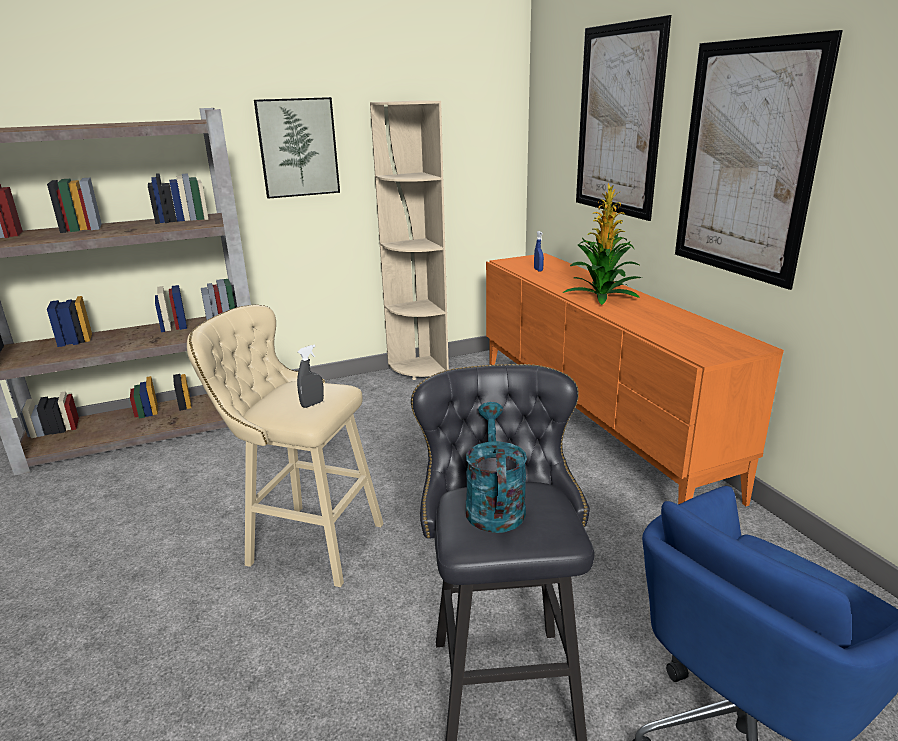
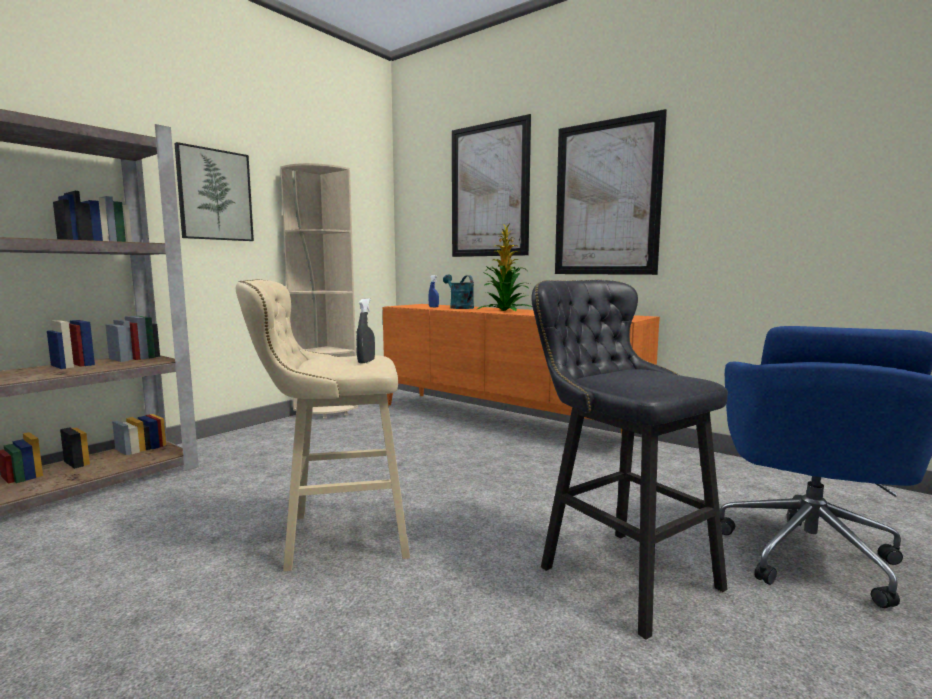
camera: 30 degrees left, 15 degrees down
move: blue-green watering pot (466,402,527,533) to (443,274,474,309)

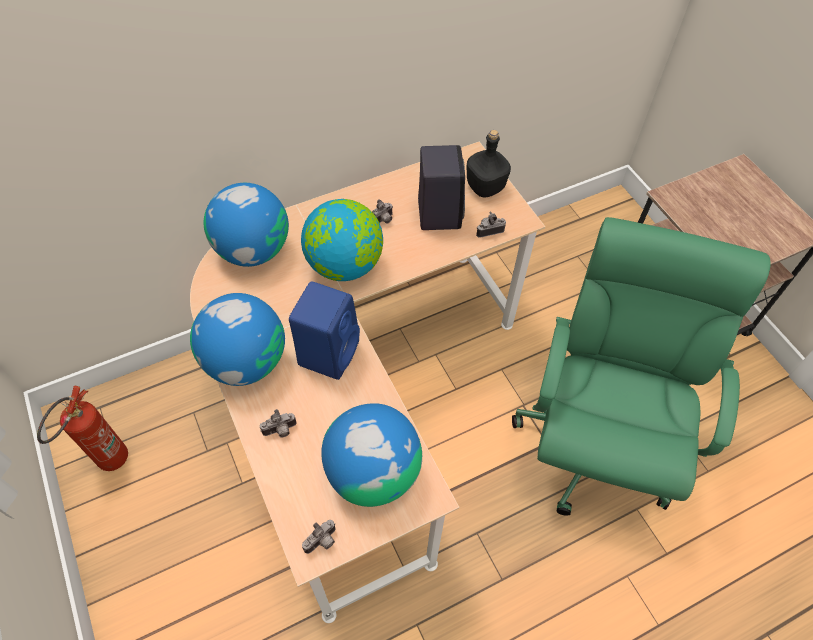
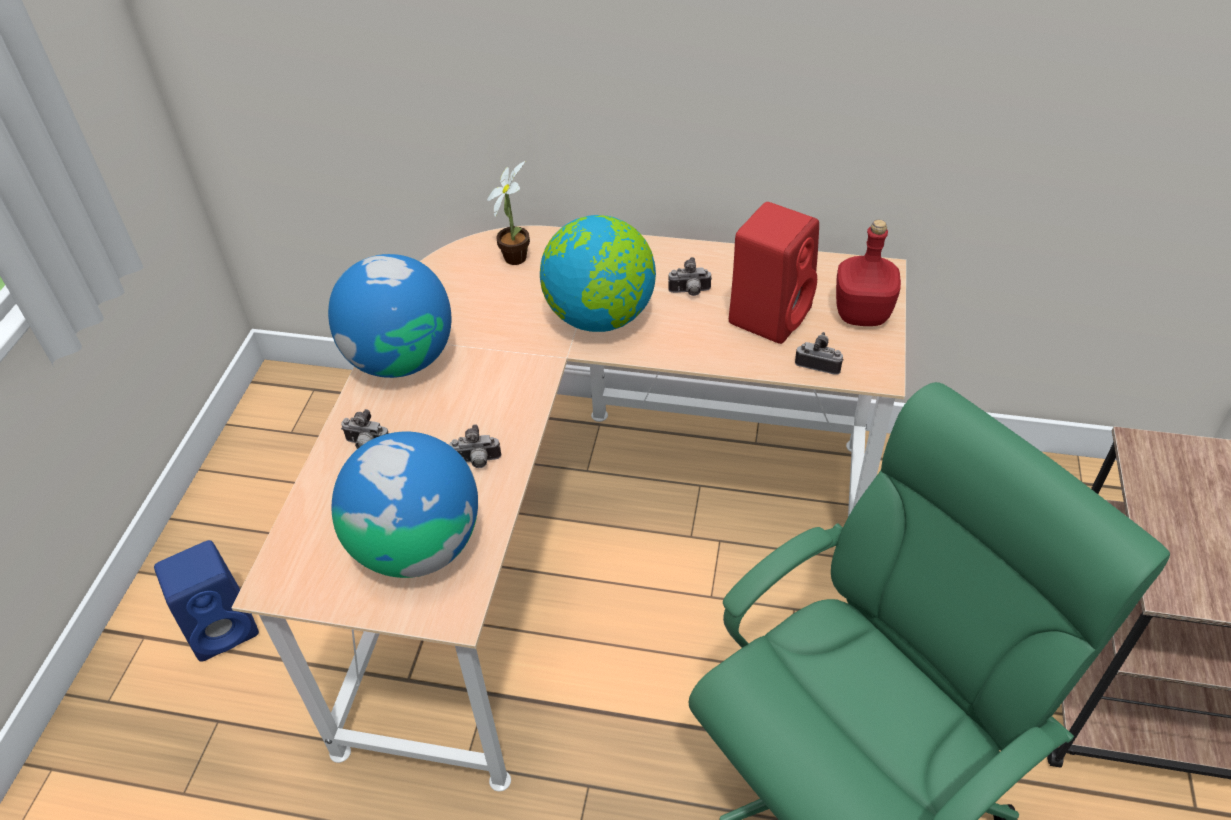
camera: 40 degrees right, 10 degrees down
delete: fire-fighting cylinder (37,386,128,471)
move: blue-coloured speaker (289,281,360,380) to (154,540,259,662); still camera (302,520,335,554) to (449,424,501,468)
replace: world globe (204,183,289,267) to houseplant (487,161,530,265)
recolor: black-coloured speaker (418,145,465,230) to red-coloured speaker (729,202,819,344); black-coloured beverage bottle (466,130,511,198) to red-coloured beverage bottle (836,220,901,326)

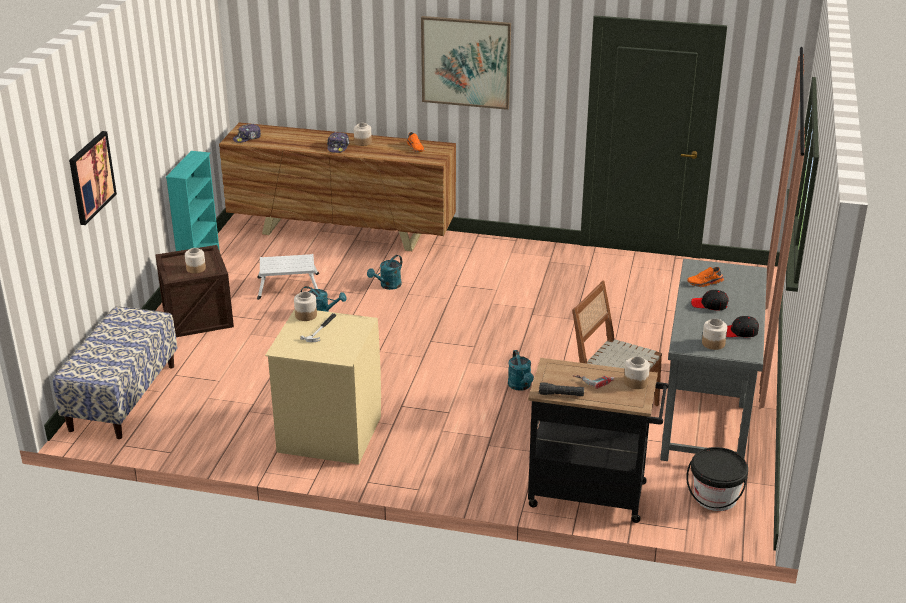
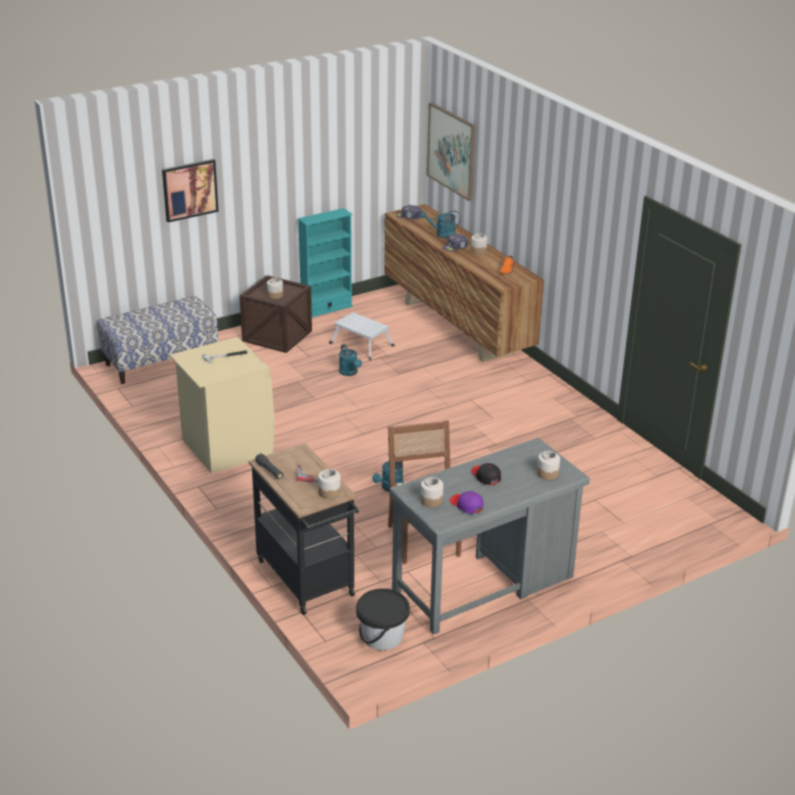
camera: 45 degrees right, 0 degrees up
delete: orangey shoe (687,267,724,287)
move: blue-green watering pot (367,255,402,290) to (420,211,461,238); picture (421,16,511,110) to (427,102,476,201); storage jar (294,292,317,321) to (537,451,560,480)
recolor: black-coloured baseball cap (726,316,759,337) to purple-coloured baseball cap (450,491,483,514)

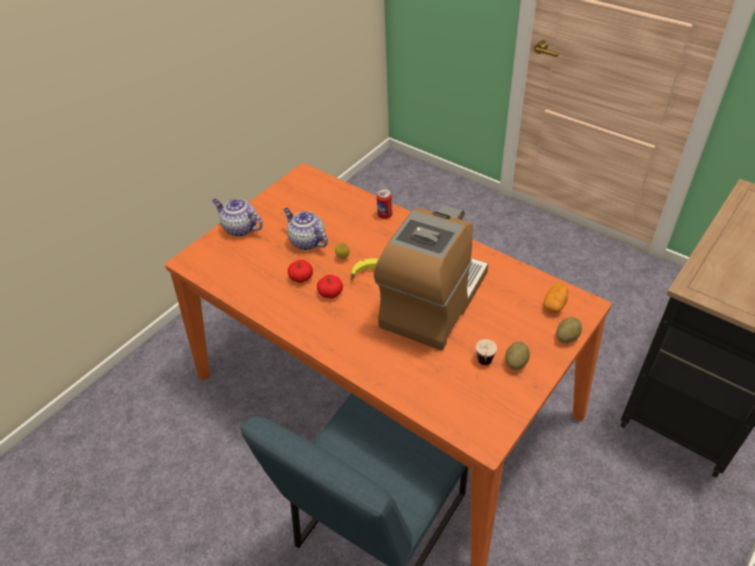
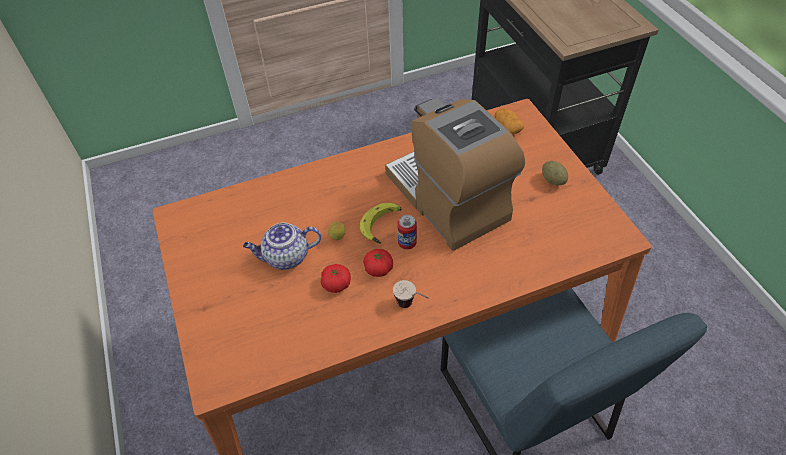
camera: 60 degrees left, 5 degrees up
delete: pot for tea (212,198,263,237); spud (556,317,582,343)
move: cup (476,339,497,365) to (393,280,429,308); metal can (377,189,393,219) to (397,215,417,250)

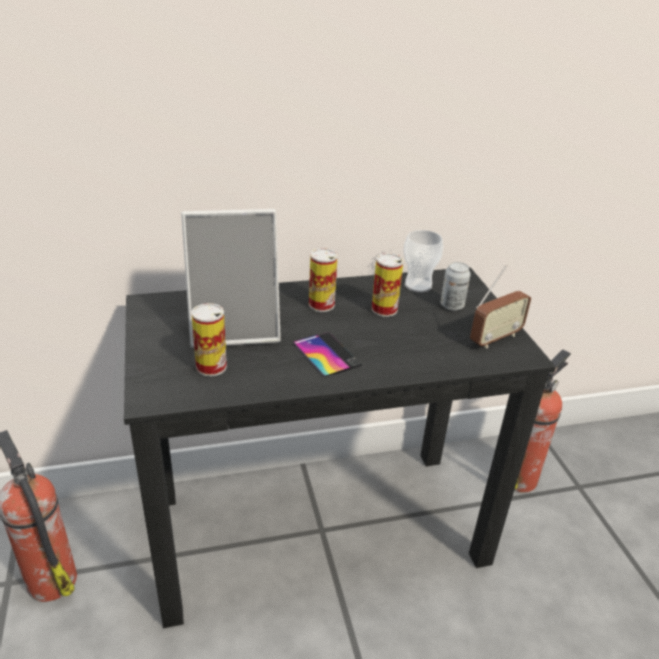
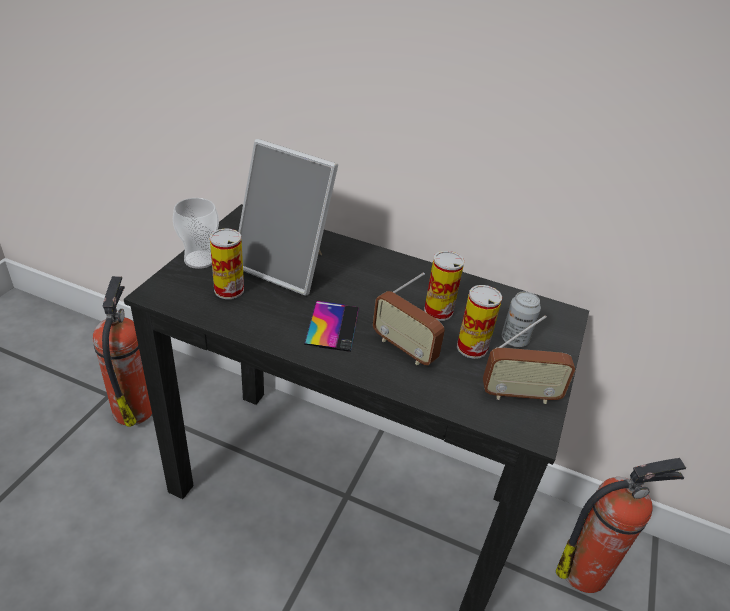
camera: 35 degrees right, 5 degrees up
insert: radio receiver (373,272,445,365)
move: cup (404,230,443,292) to (173,198,219,269); metal can (309,248,338,312) to (457,285,502,359)

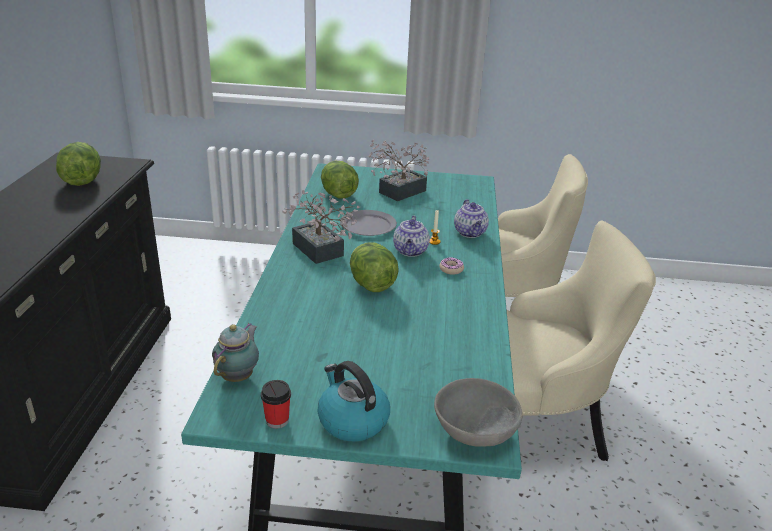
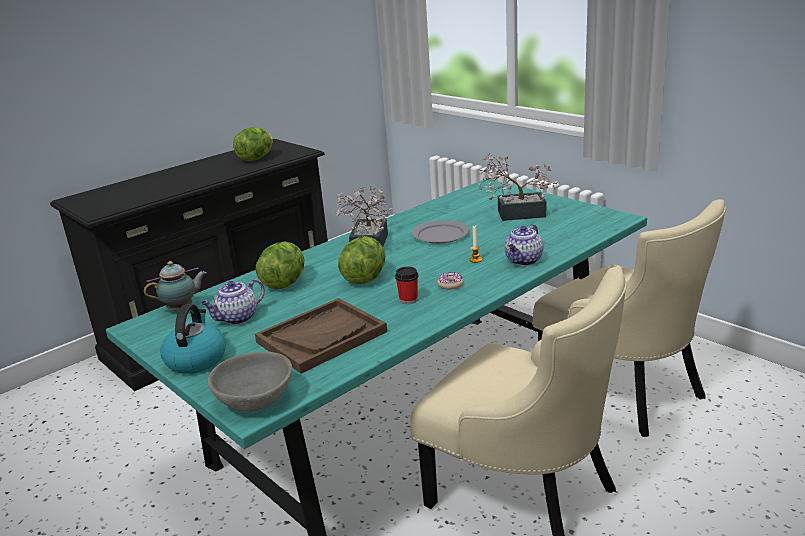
camera: 45 degrees right, 5 degrees down
insert: brown tray (255,298,387,373)
move: pot for tea (393,216,430,257) to (201,279,265,325); head of lettuce (321,161,359,199) to (256,241,304,289); cup (261,380,291,428) to (395,267,418,304)

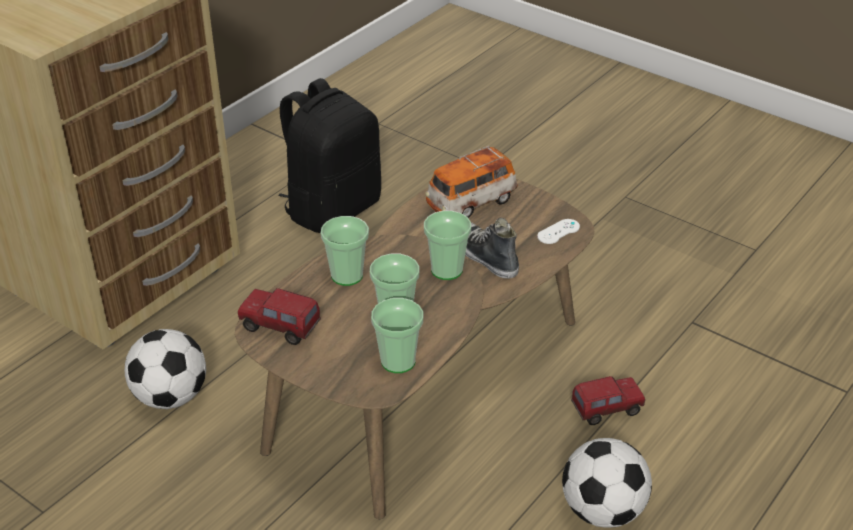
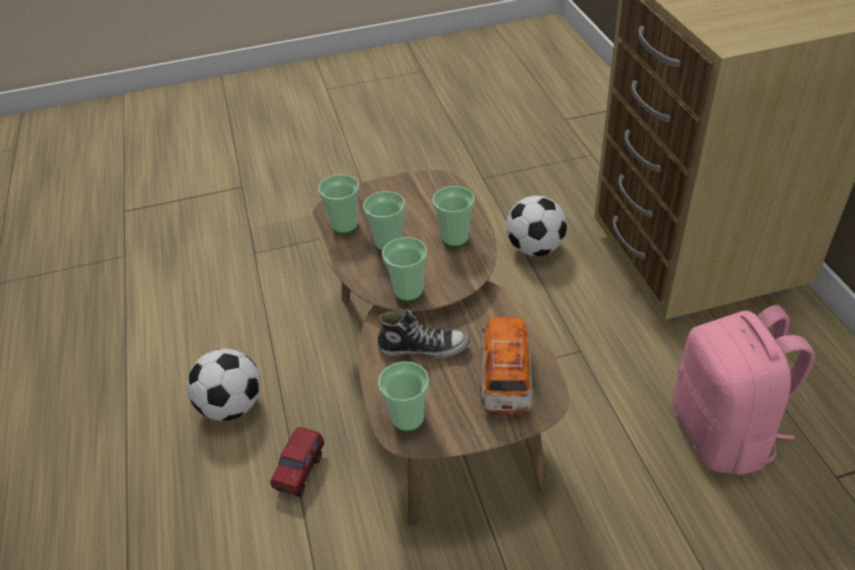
camera: 130 degrees right, 5 degrees up
delete: toy lorry (238,288,321,345)
replace: white gamepad (537,219,580,244) to cup (378,361,429,432)
recolor: black-coloured knapsack (278,78,381,233) to pink knapsack (672,305,815,475)

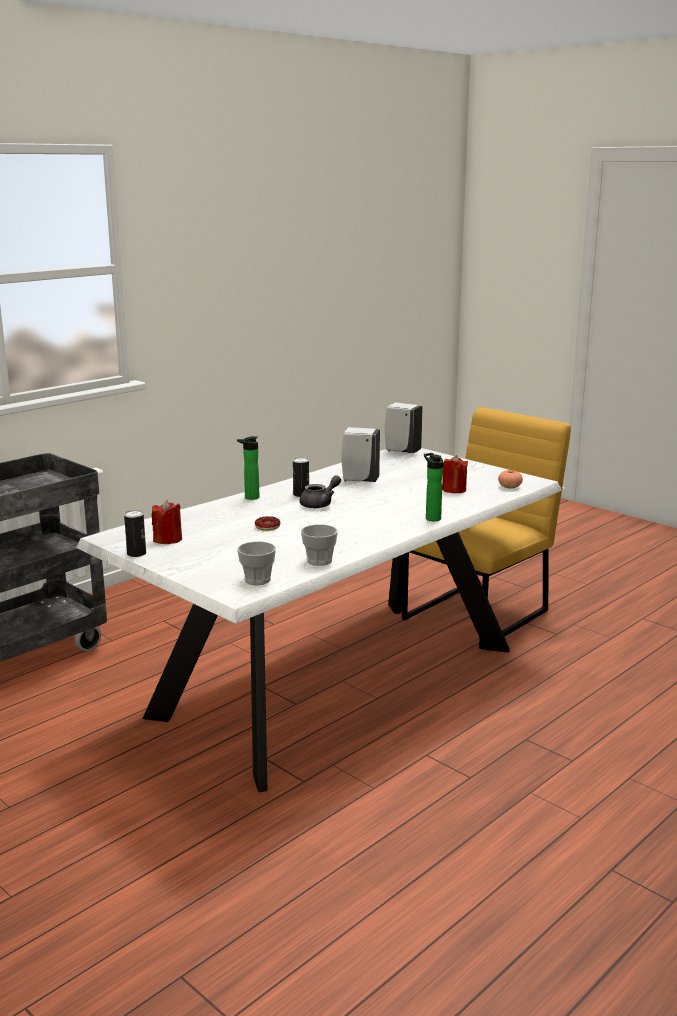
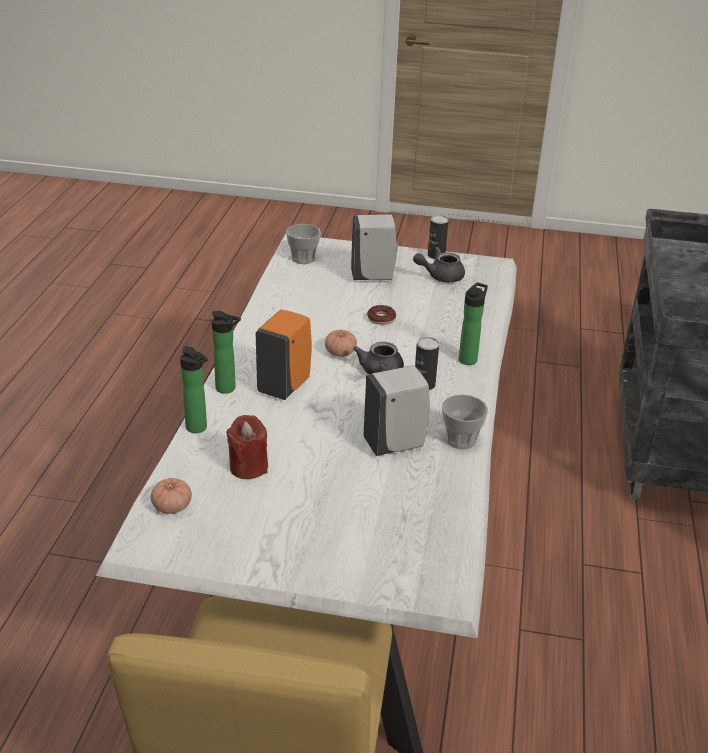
camera: 145 degrees right, 15 degrees up
insert: beverage bottle (180,346,208,433); orangey soap dispenser (256,309,311,400); whole tomato (325,330,357,357)
move: white soap dispenser (385,402,423,453) to (351,214,398,280); cup (301,524,338,566) to (442,395,488,449)
replace: red-coloured wax light (152,500,182,544) to grey pot for tea (413,247,465,283)

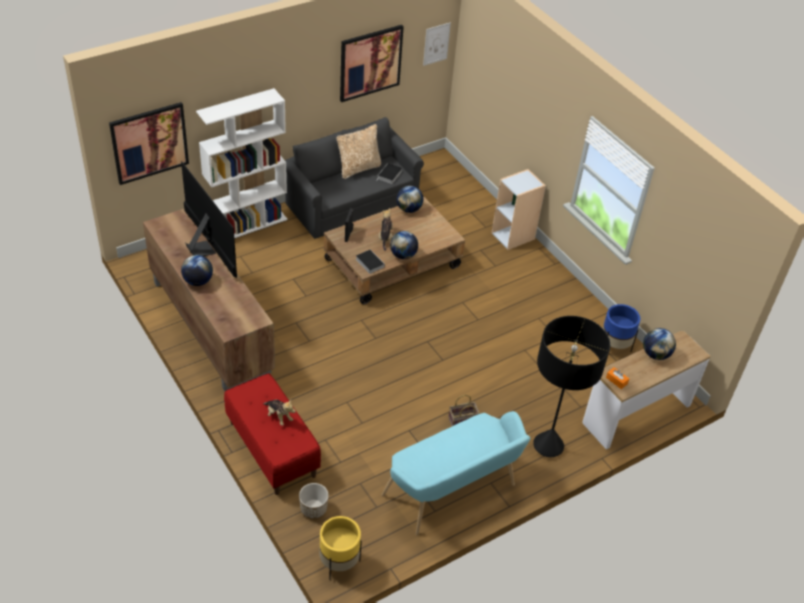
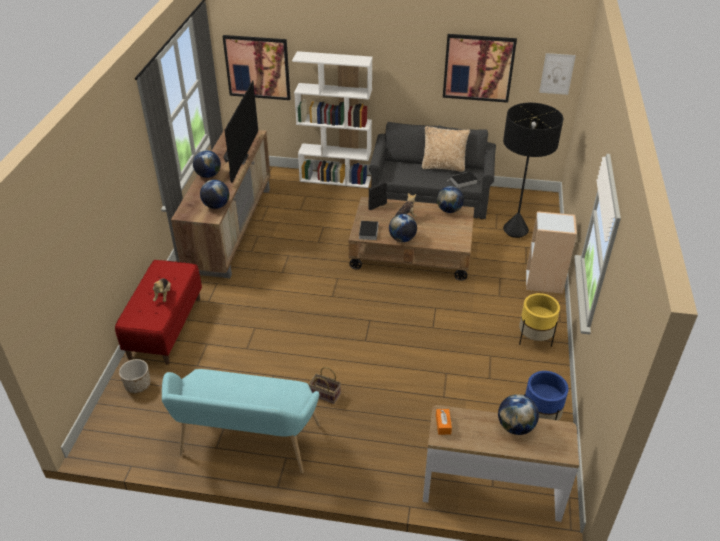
camera: 45 degrees right, 5 degrees down
insert: world globe (200,180,229,209)
move: black-coloured standing lamp (533,316,610,457) to (503,103,563,238); yellow-coloured plant pot (319,516,362,580) to (519,293,560,347)

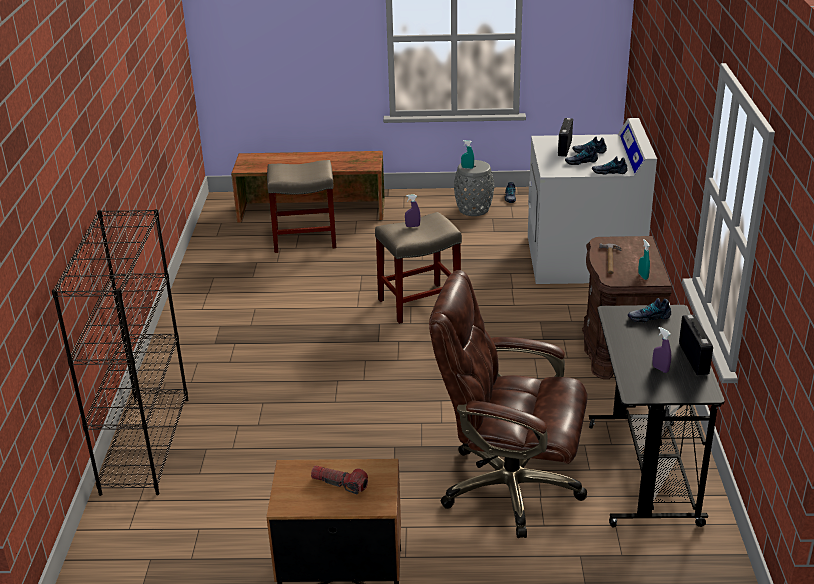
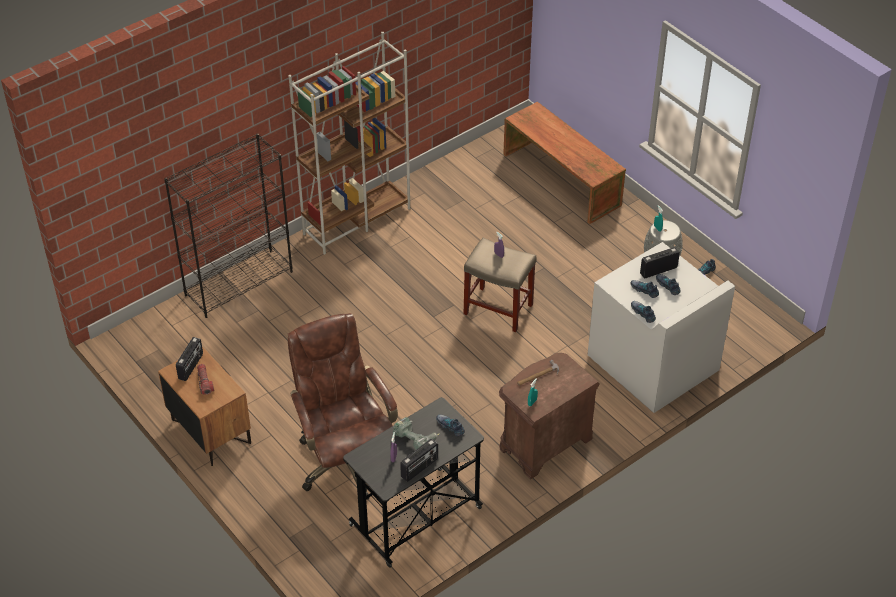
camera: 50 degrees right, 15 degrees up
delete: beige-coloured stool seat (267,160,336,253)
insert: radio receiver (176,337,203,381); brown shelving unit (289,32,410,255); electric drill (393,417,440,450)

